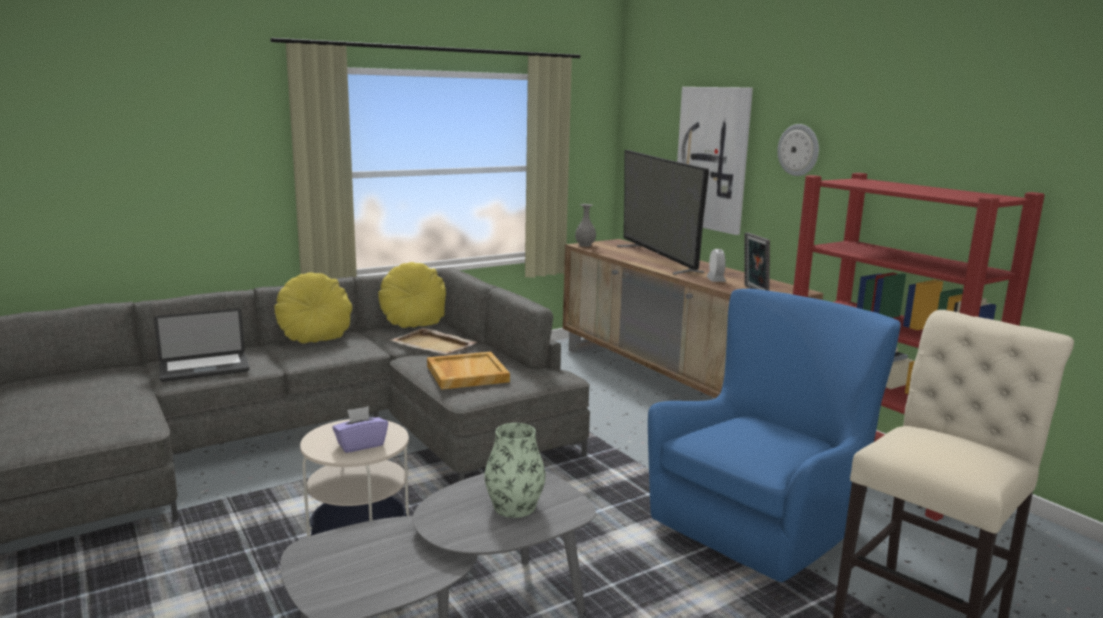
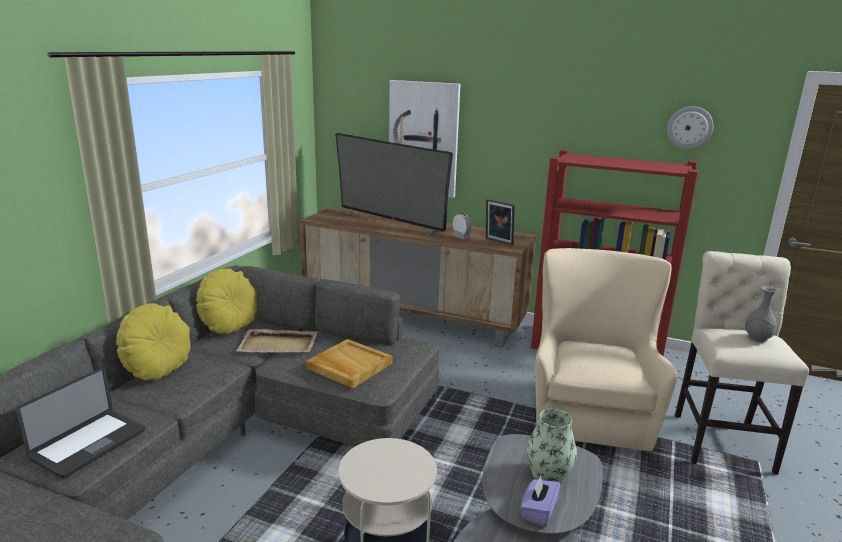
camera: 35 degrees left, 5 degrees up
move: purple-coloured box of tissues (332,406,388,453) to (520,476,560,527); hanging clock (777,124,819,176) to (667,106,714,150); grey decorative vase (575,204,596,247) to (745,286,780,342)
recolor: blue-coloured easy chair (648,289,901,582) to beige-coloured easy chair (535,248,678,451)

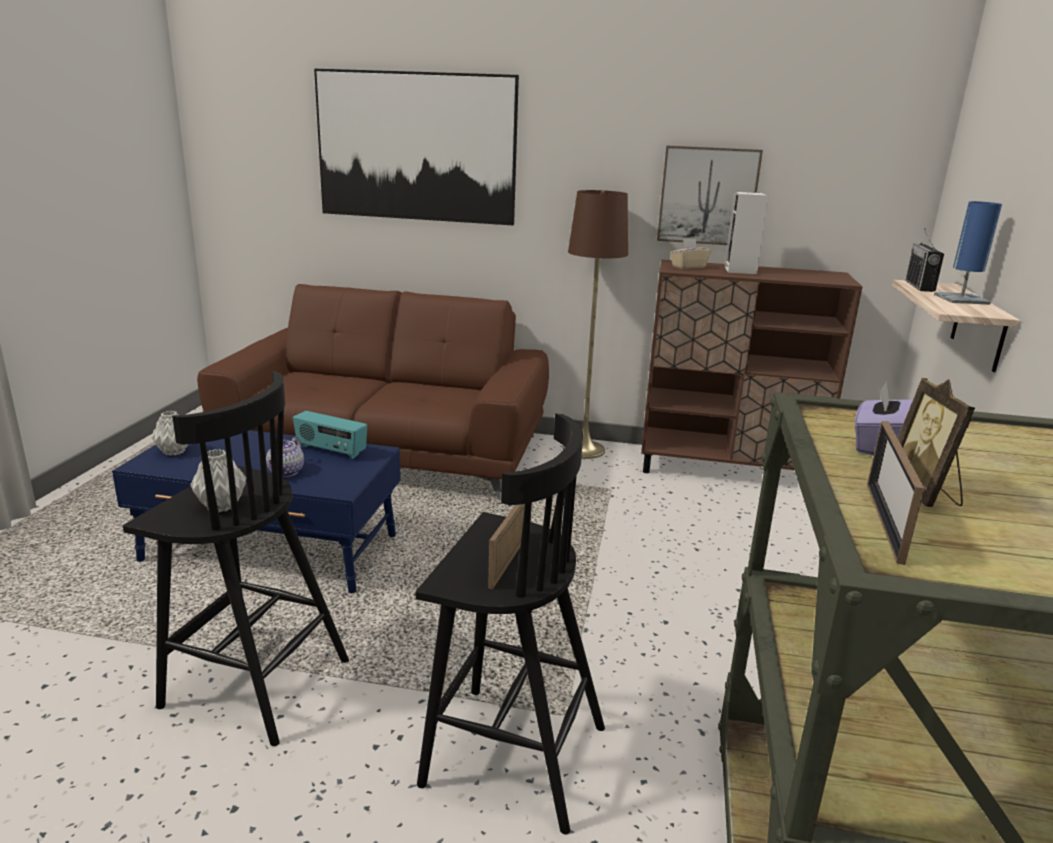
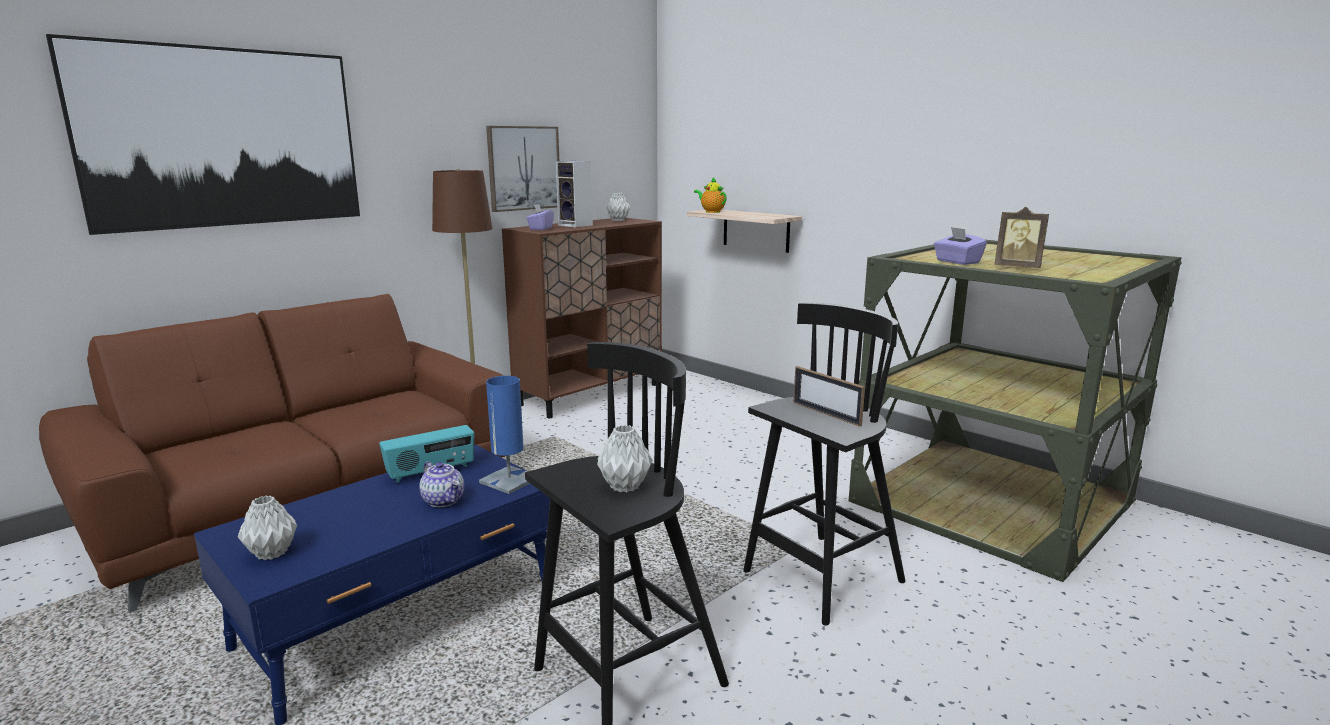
camera: 55 degrees left, 5 degrees down
delete: standing frame (867,421,925,565)
insert: grey decorative vase (606,193,630,221)
move: blue-coloured table lamp (934,201,1002,305) to (479,376,530,494)
replace: radio receiver (905,228,944,292) to pot for tea (694,177,727,213)
recolor: beige-coloured box of tissues (670,239,711,269) to purple-coloured box of tissues (526,204,554,230)

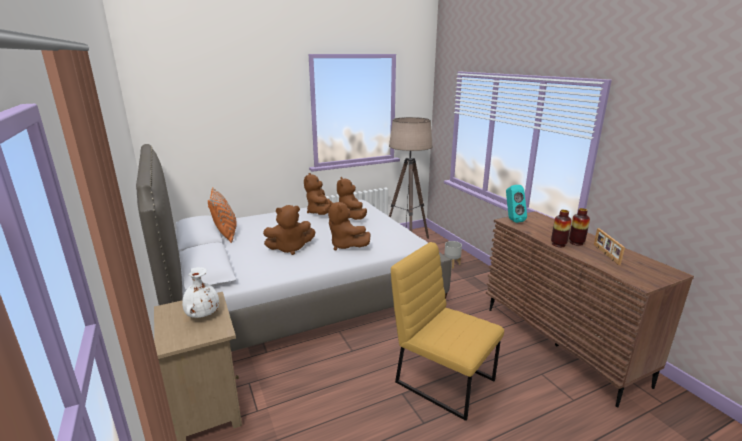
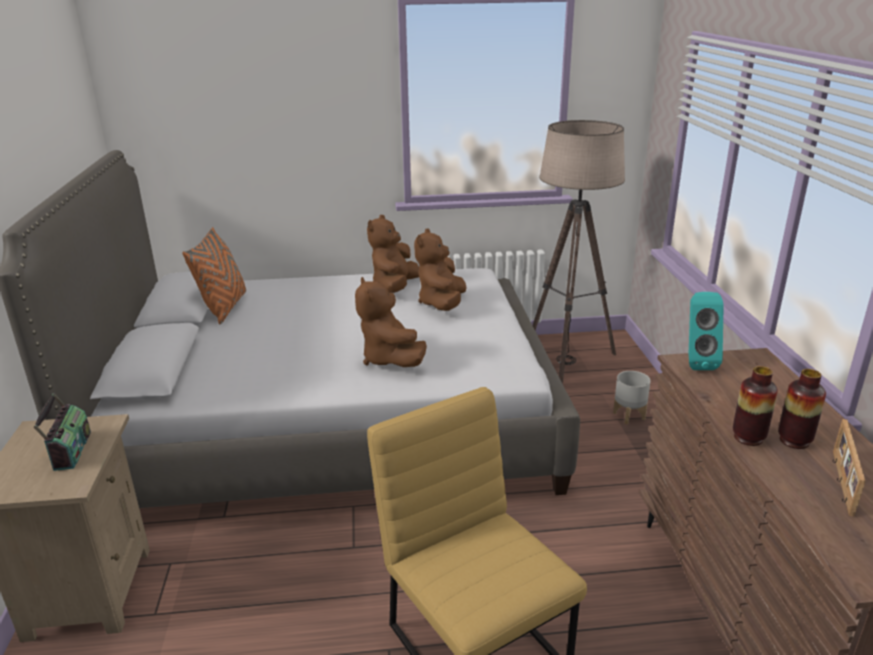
camera: 20 degrees right, 5 degrees up
delete: brown soft toy (263,205,315,255)
replace: white decorative vase (182,267,219,318) to radio receiver (34,393,91,471)

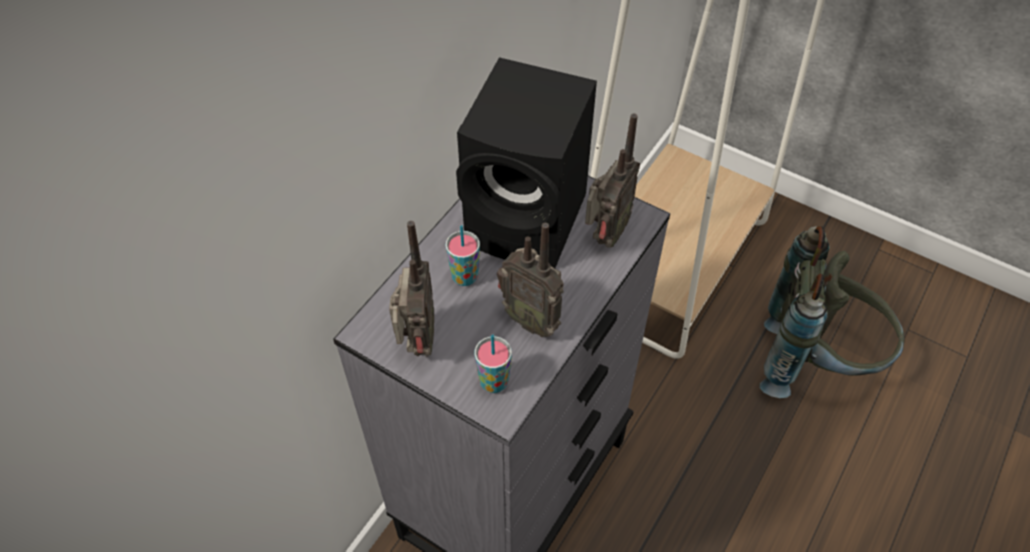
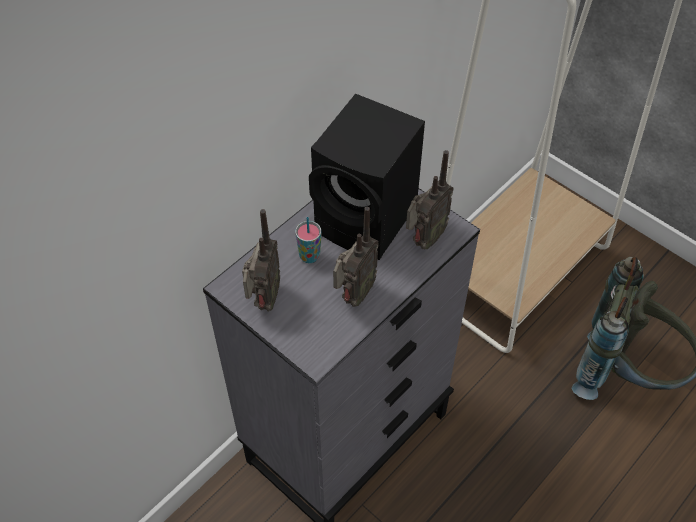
camera: 10 degrees right, 0 degrees up
delete: cup (475,334,512,393)
rotate: radio receiver (497,223,564,337) = (333,207,379,307) 105 degrees counterclockwise

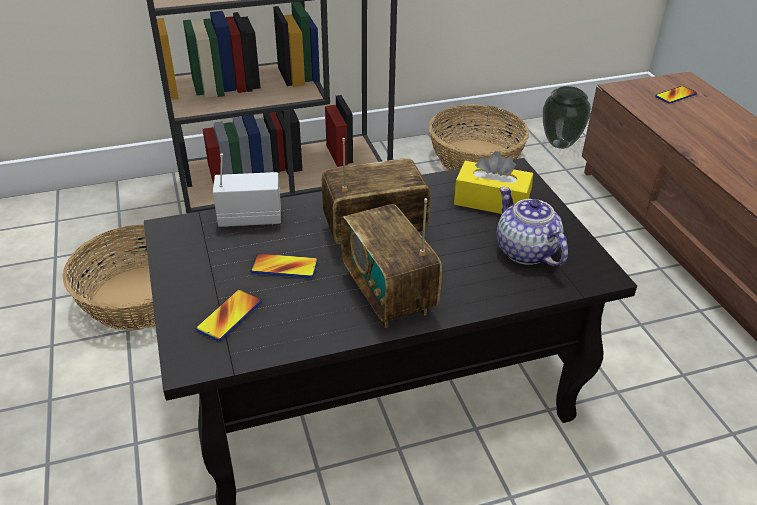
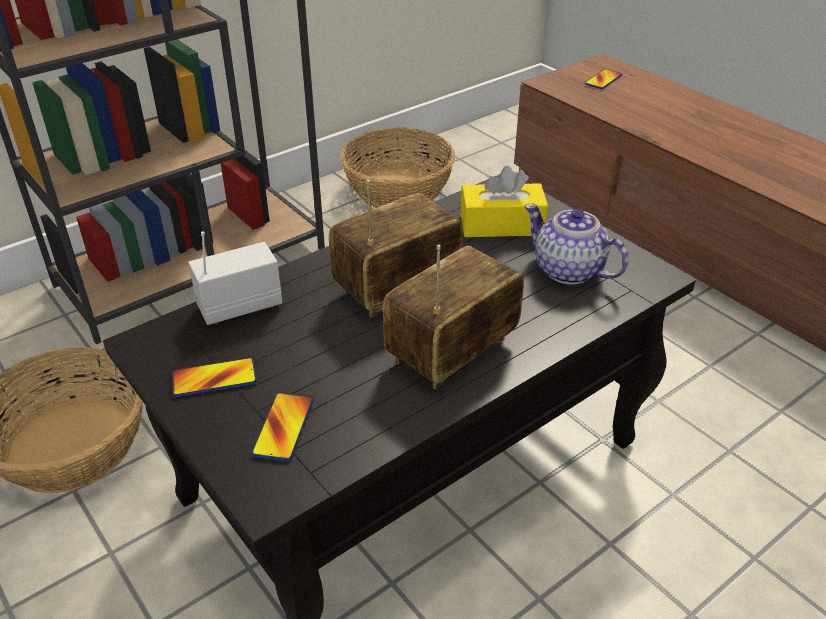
camera: 20 degrees left, 0 degrees up
delete: decorative vase (543,86,591,149)
move: telephone (250,253,318,278) to (171,358,257,397)
rotate: radio receiver (341,198,442,328) = (383,245,524,390) 90 degrees clockwise

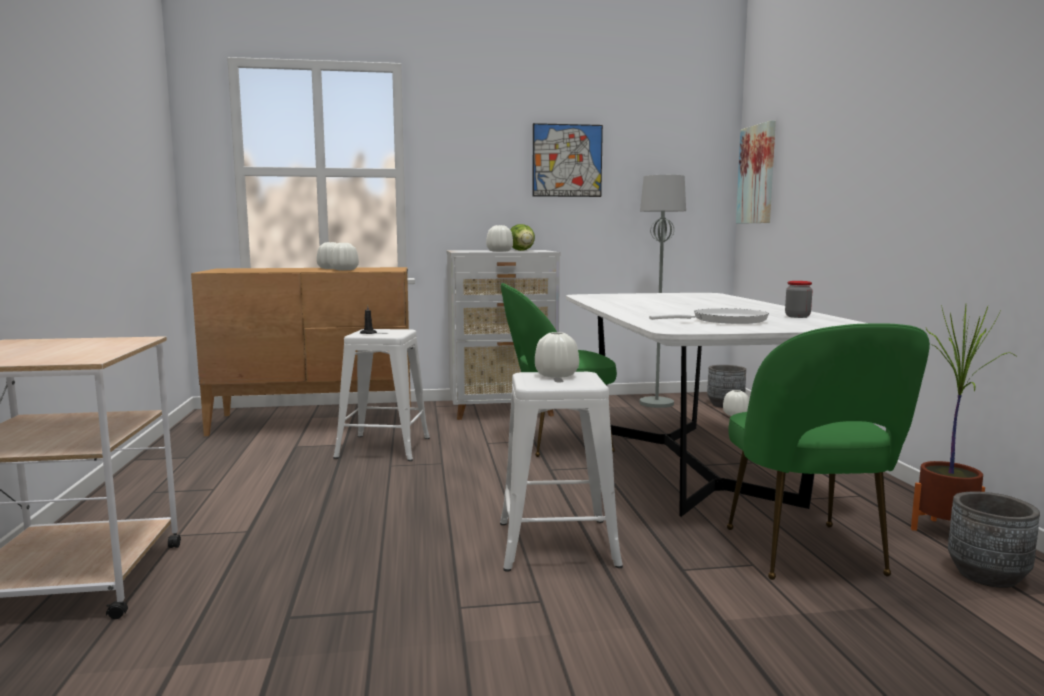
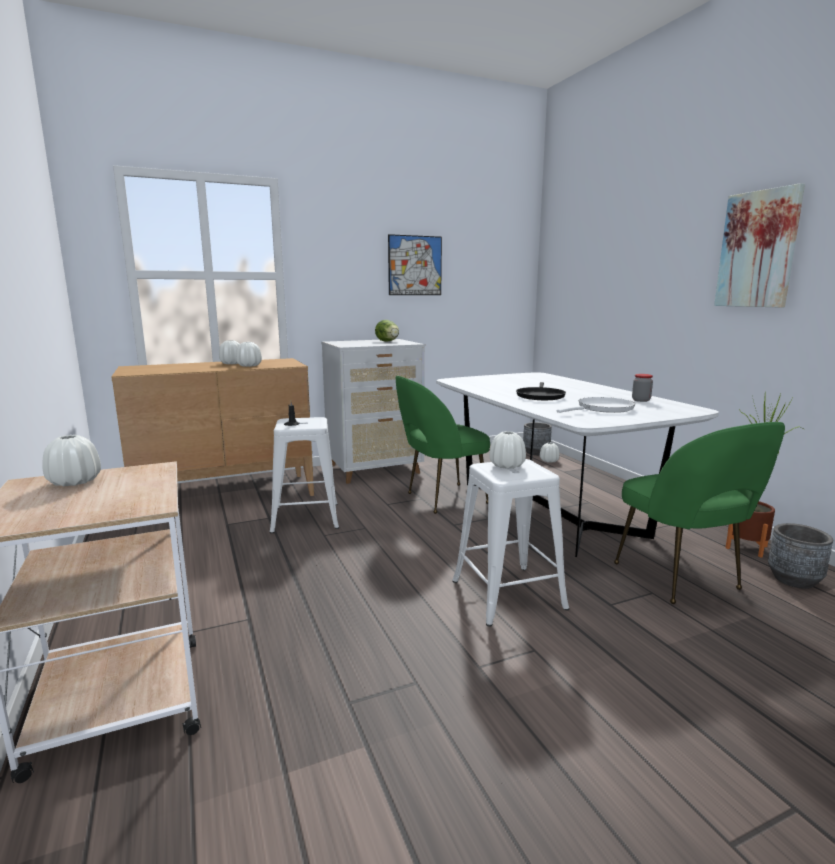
camera: 15 degrees left, 5 degrees up
delete: grey standing lamp (640,175,686,408)
insert: black-coloured frying pan (516,382,566,400)
move: white decorative vase (486,225,513,252) to (42,435,101,486); picture (736,120,776,224) to (714,183,805,308)

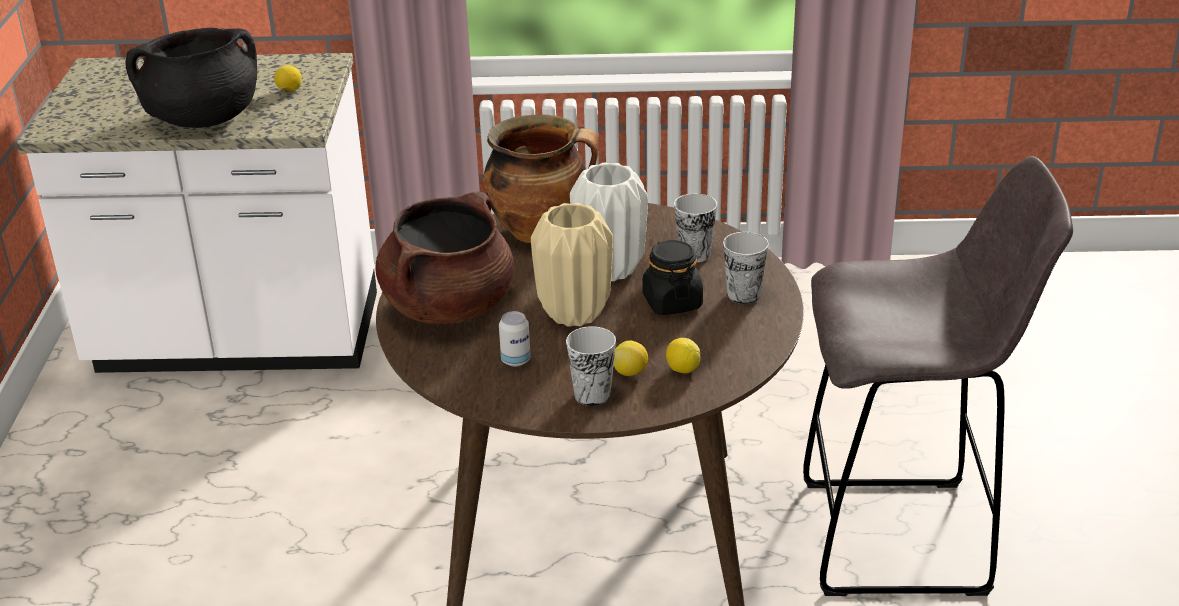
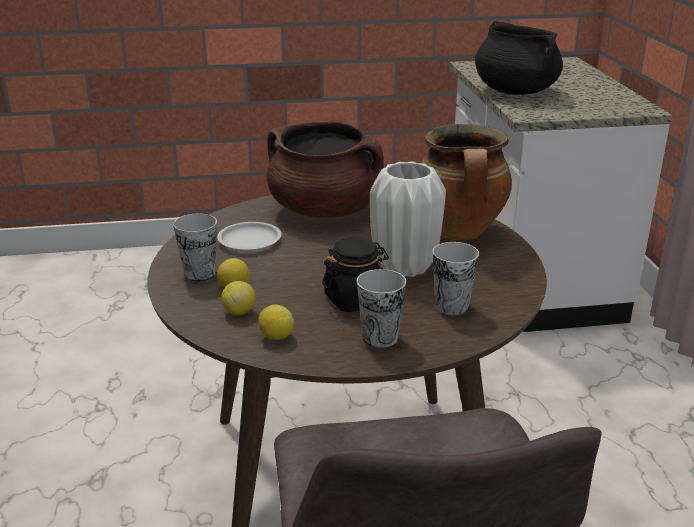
camera: 80 degrees right, 5 degrees down
delete: beige-coloured decorative vase (531,203,613,327)
move: lemon (274,65,302,92) to (258,305,294,340)
replace: metal can (499,311,531,367) to white plate (217,222,281,251)

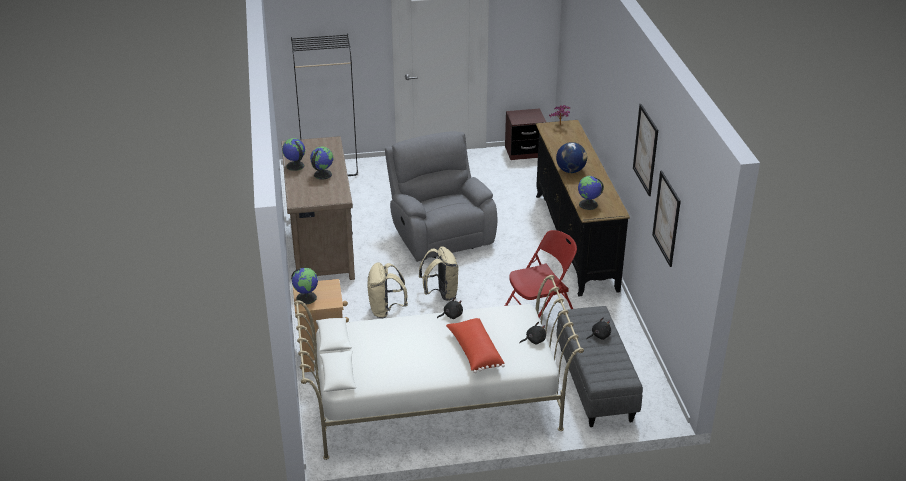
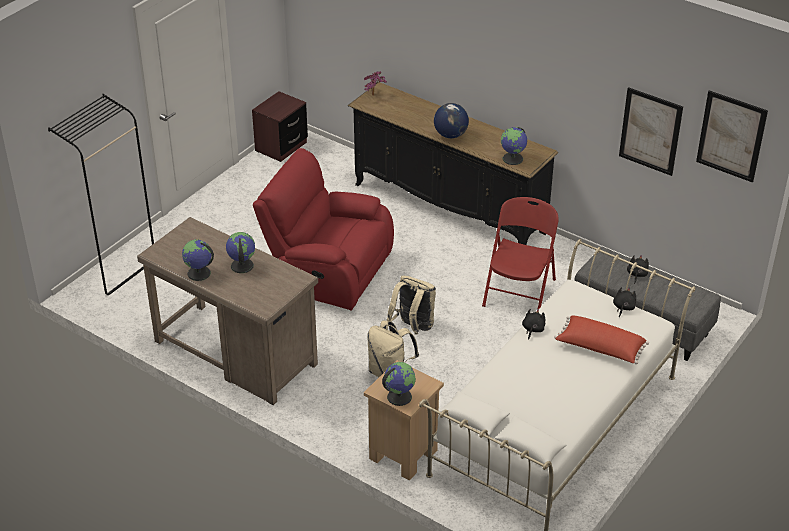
camera: 45 degrees left, 5 degrees up
move: picture (633,104,658,196) to (696,90,768,183)
recolor: grey easy chair (385,131,497,262) to red-coloured easy chair (253,148,394,311)

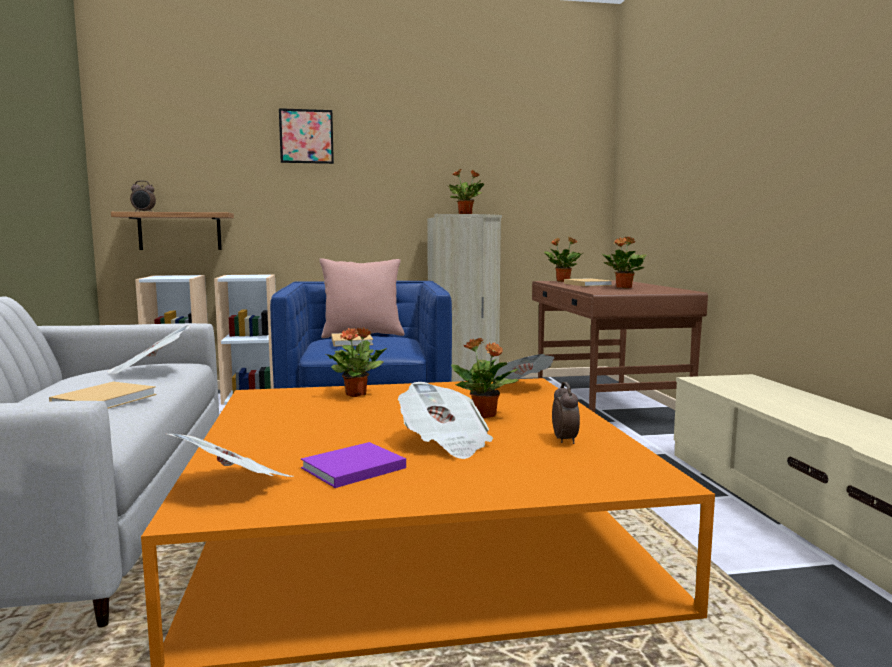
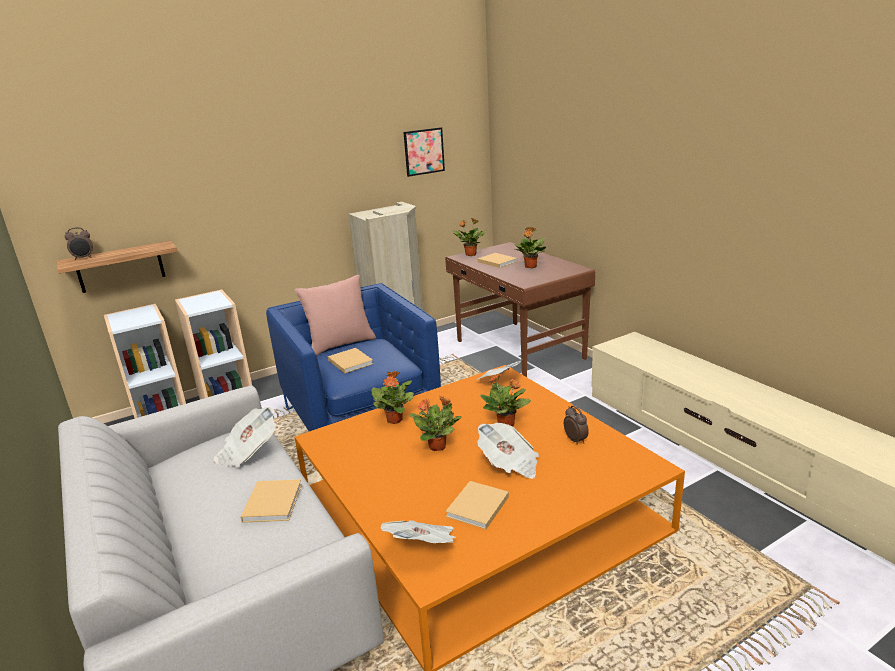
camera: 20 degrees left, 15 degrees up
move: picture (279,108,334,164) to (403,127,445,177); houseplant (449,169,484,214) to (409,396,462,451)
recolor: purple-coloured book (301,442,406,488) to beige-coloured book (445,481,509,529)

